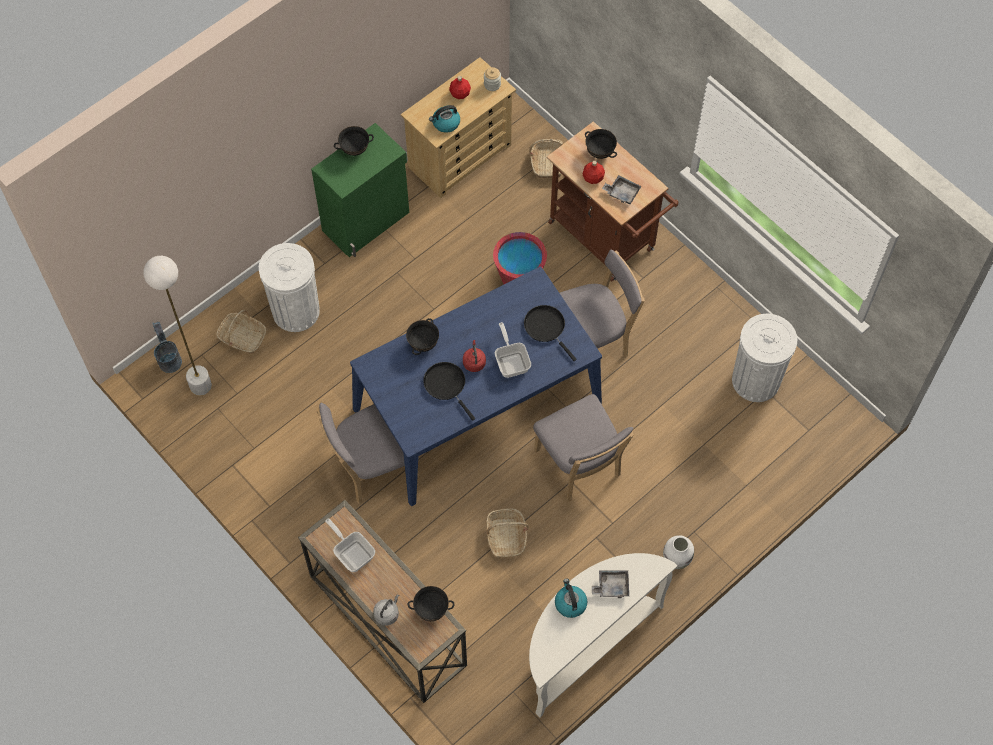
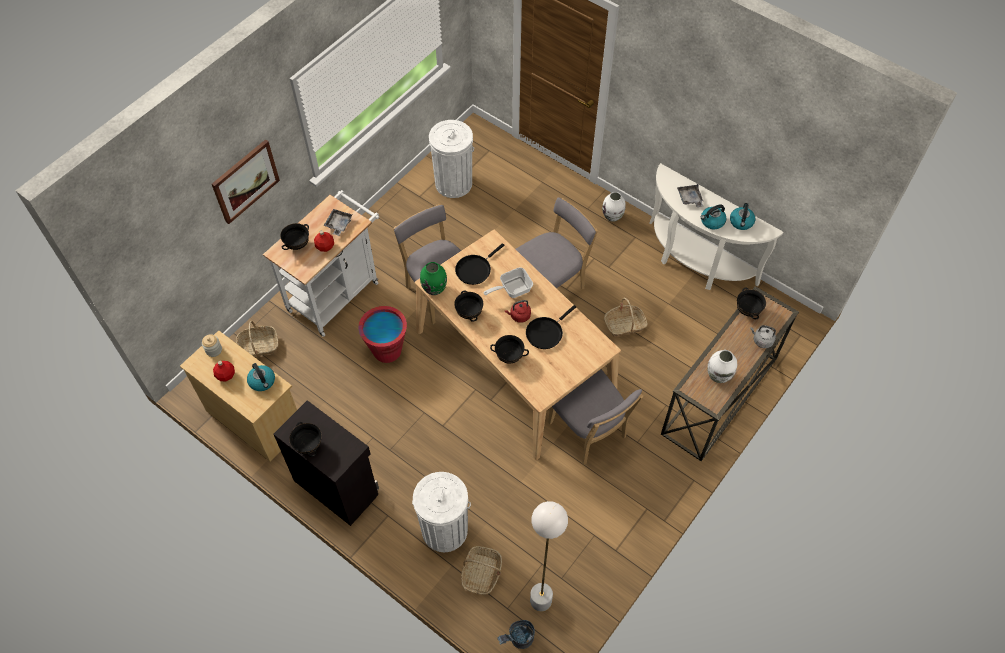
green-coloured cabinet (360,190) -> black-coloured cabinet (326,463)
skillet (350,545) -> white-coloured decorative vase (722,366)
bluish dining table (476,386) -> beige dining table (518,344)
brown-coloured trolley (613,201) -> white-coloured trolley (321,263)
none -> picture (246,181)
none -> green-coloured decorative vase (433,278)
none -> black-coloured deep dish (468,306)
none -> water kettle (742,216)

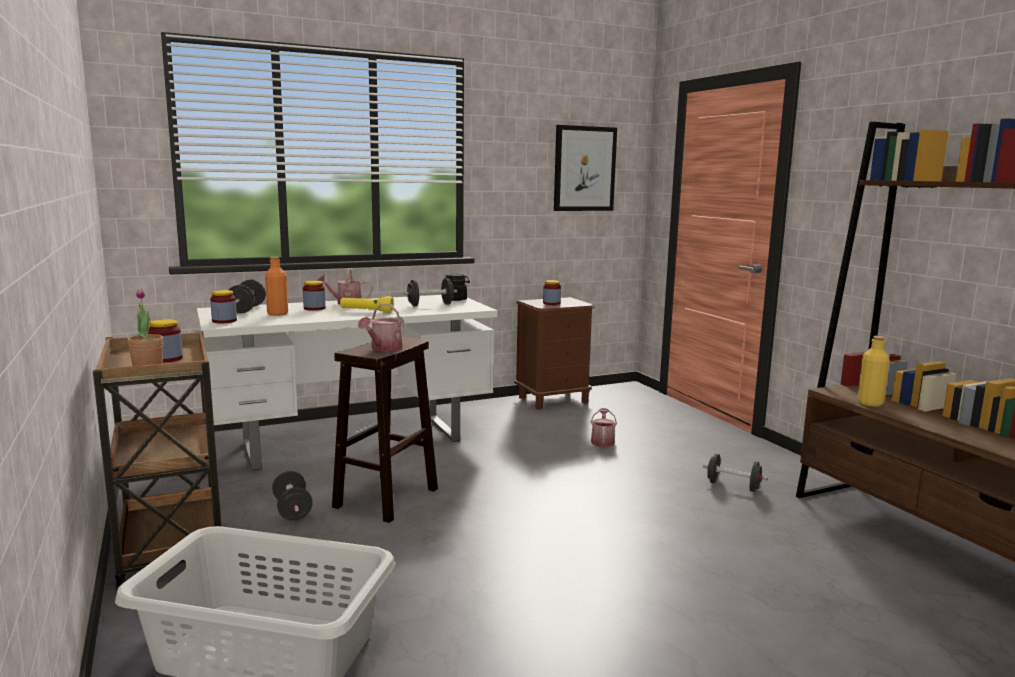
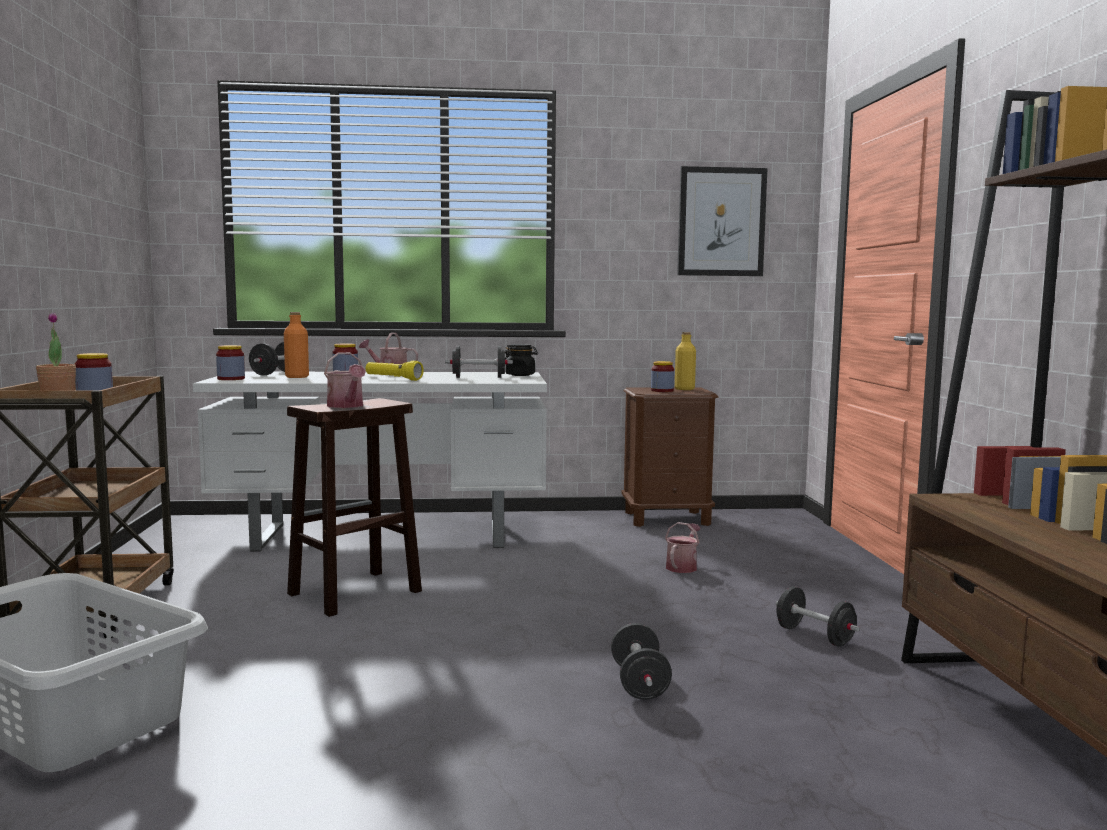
black-coloured free weight (292,496) -> black-coloured free weight (641,661), move
watering pot (381,327) -> watering pot (345,380), 75 degrees counterclockwise
yellow beverage bottle (873,371) -> yellow beverage bottle (685,361), move

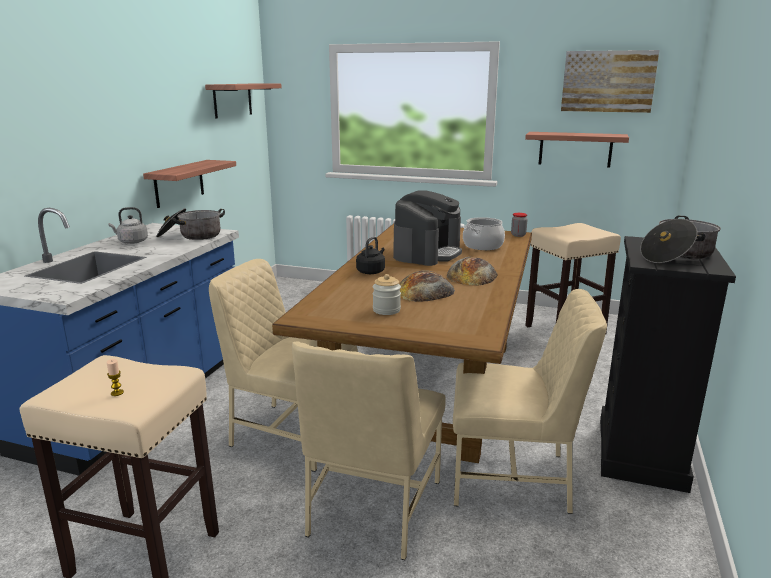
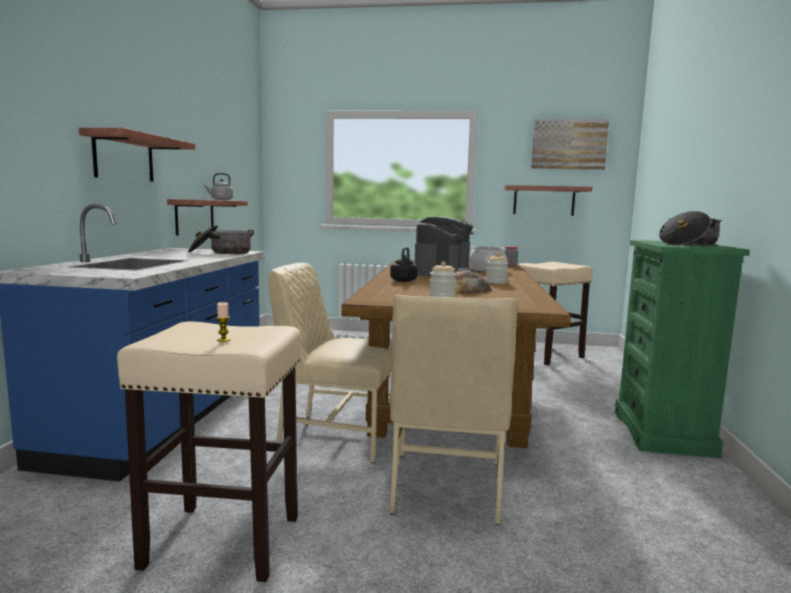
greyish water kettle (128,225) -> greyish water kettle (218,186), move
shelf (243,100) -> shelf (137,155), move
bakery bread (472,271) -> storage jar (497,268)
beige chair (530,401) -> none
black-coloured drawer chest (668,364) -> green-coloured drawer chest (682,349)

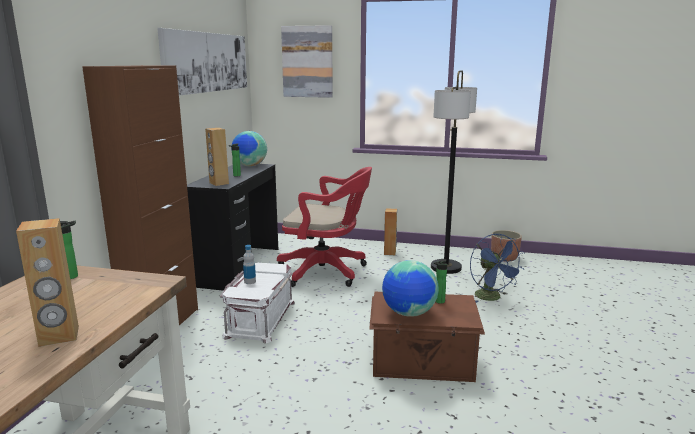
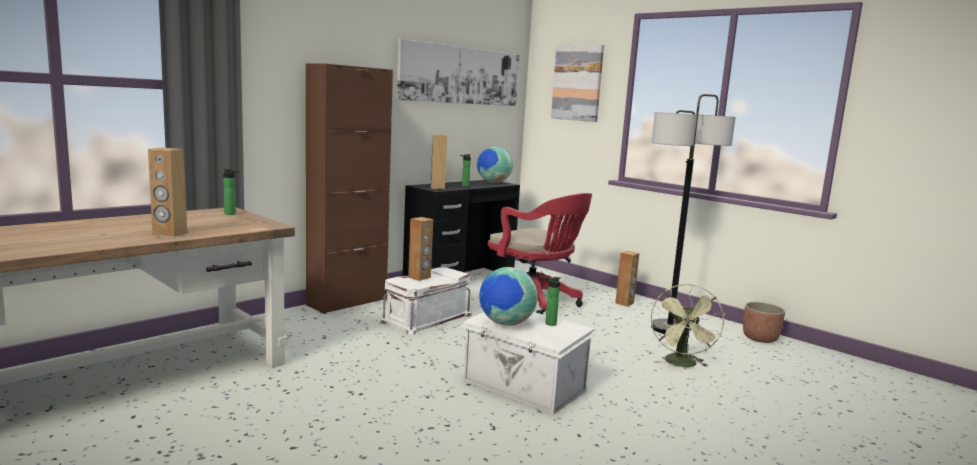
beverage bottle (249,264) -> brown-coloured audio speaker (420,249)
brown-coloured storage container (427,336) -> white-coloured storage container (527,363)
bluish fan (497,268) -> green-coloured fan (688,325)

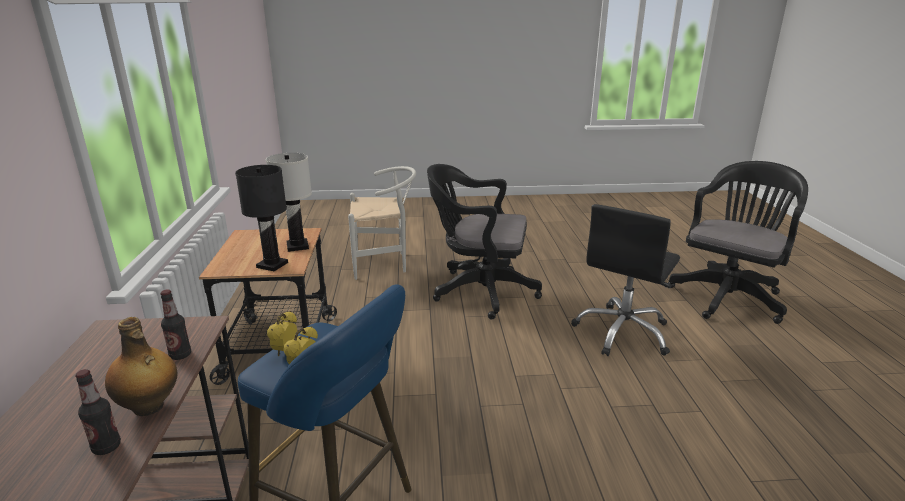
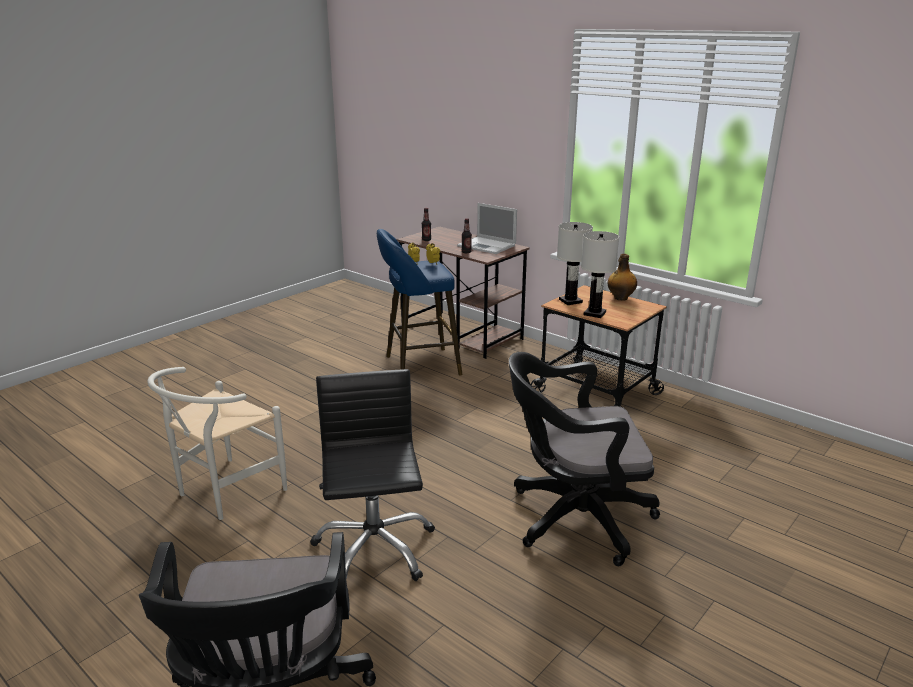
beverage bottle (141,366) -> beverage bottle (622,277), move
black-coloured table lamp (261,218) -> white-coloured table lamp (575,263)
white-coloured chair (382,223) -> white-coloured chair (217,443), move
black-coloured desk chair (484,241) -> black-coloured desk chair (584,459), 150 degrees counterclockwise
none -> laptop (487,228)

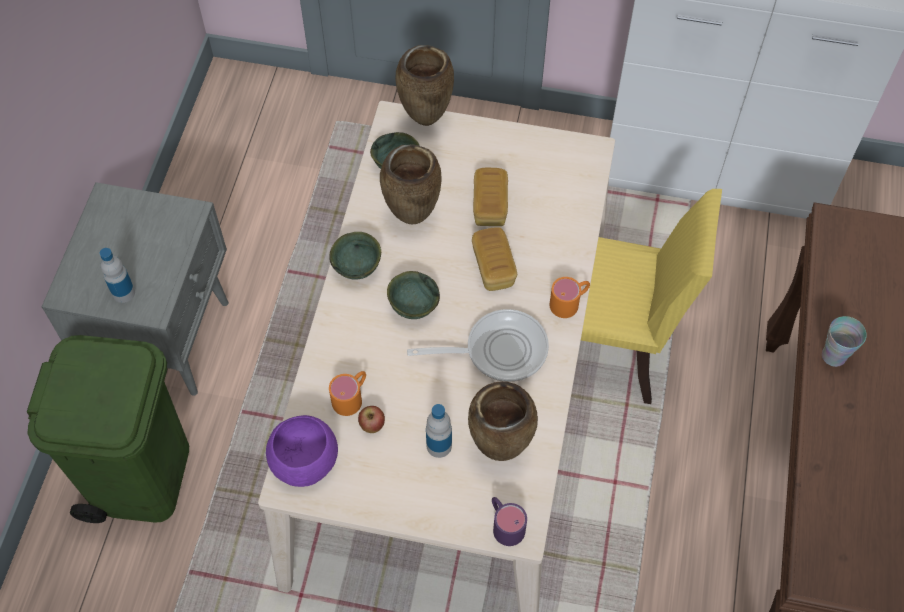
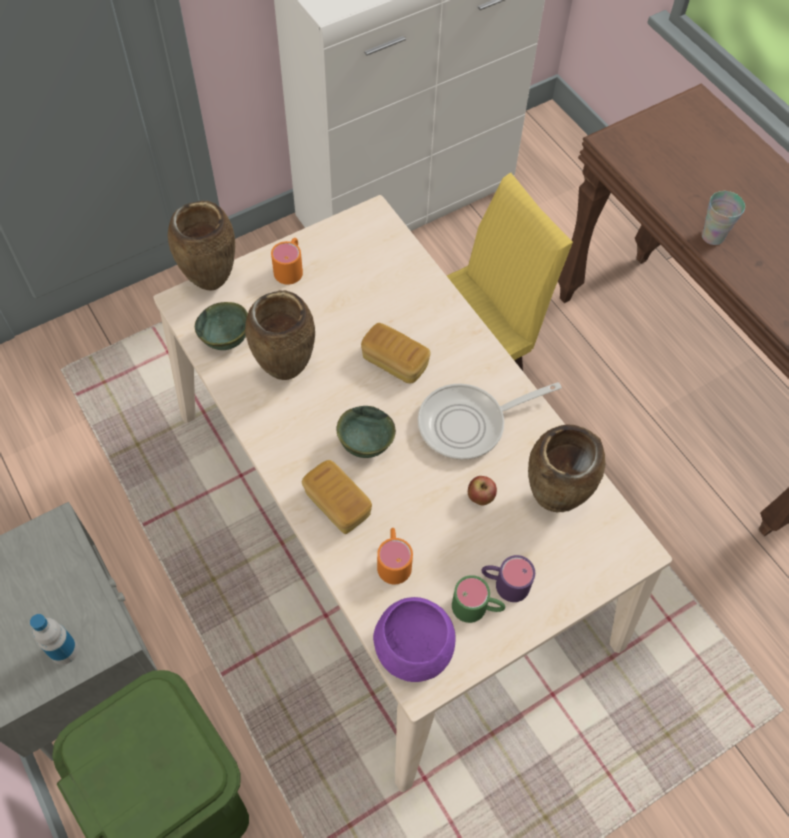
green-coloured deep dish (355,256) -> none
whole apple (371,419) -> whole apple (482,490), move
skillet (478,345) -> skillet (490,421), 150 degrees counterclockwise
beverage bottle (439,431) -> none
bakery bread (490,197) -> bakery bread (337,497), move
purple mug (509,521) -> purple mug (508,578), move
orange mug (569,297) -> orange mug (287,261), move
none -> green-coloured mug (478,599)

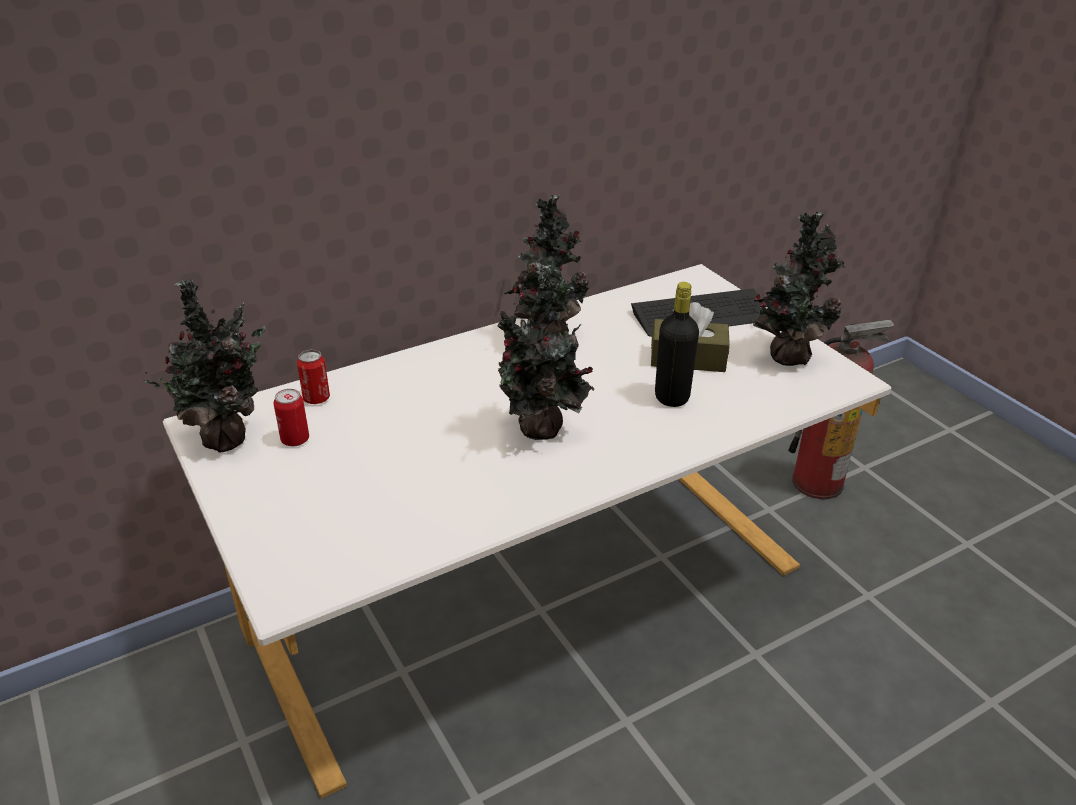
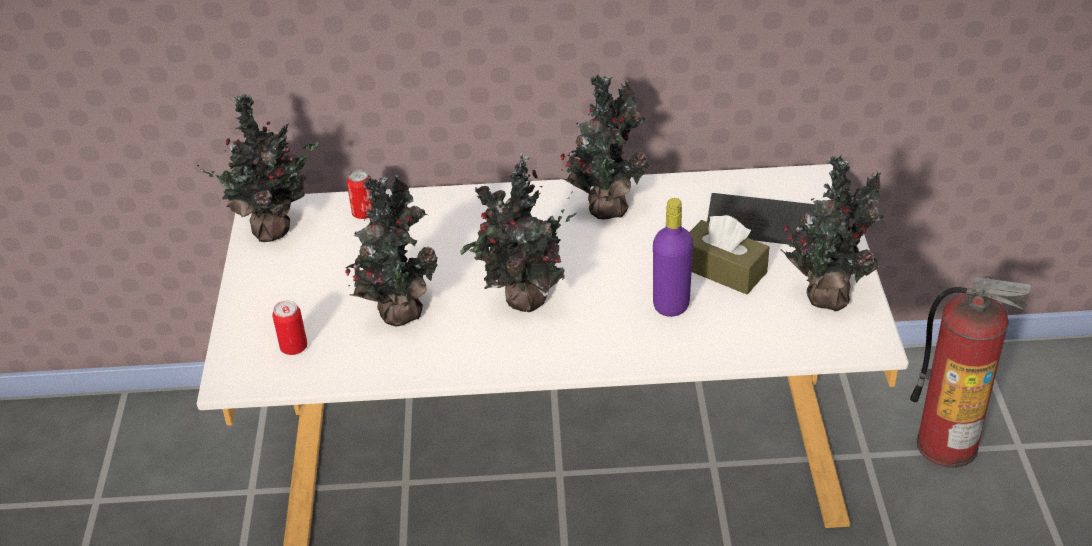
metal can (291,417) -> metal can (289,327), move
black-coloured beverage bottle (677,344) -> purple beverage bottle (673,257)
none -> potted plant (391,251)

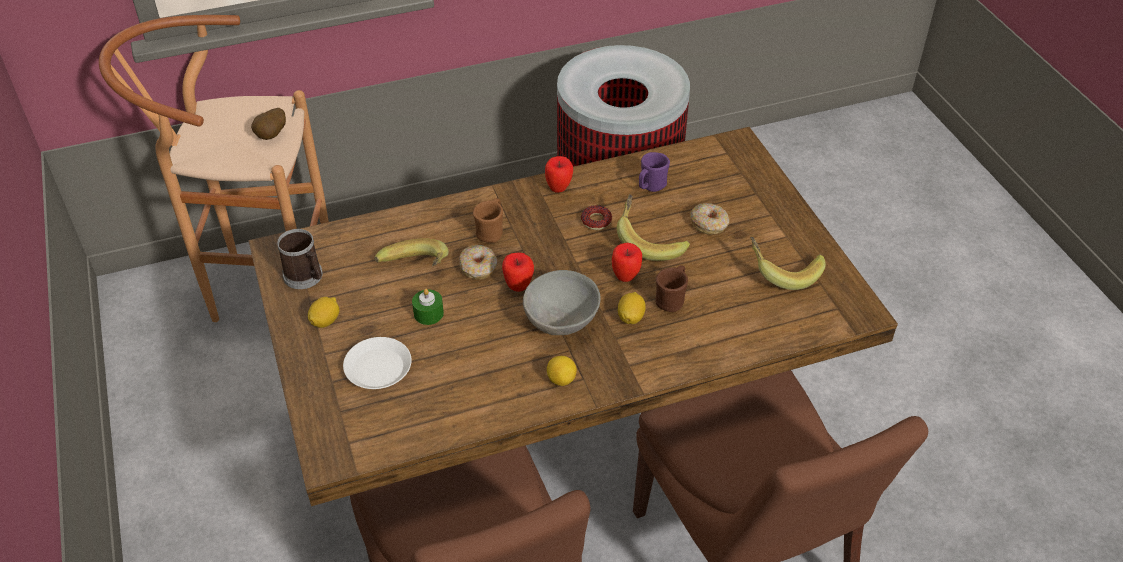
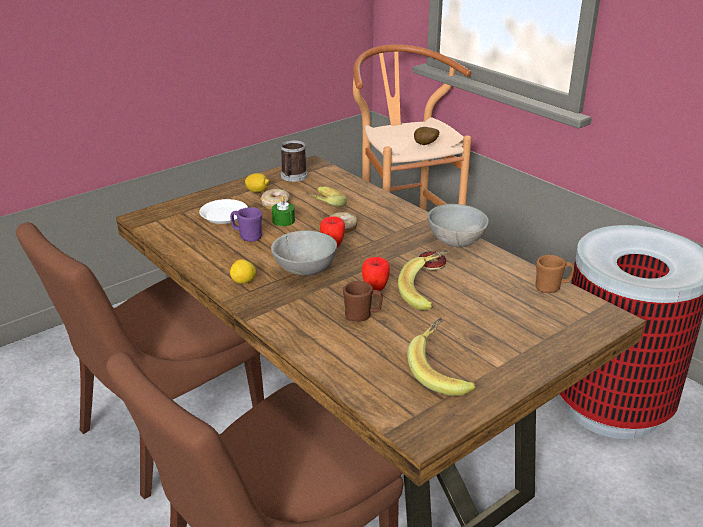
brown-coloured mug (488,220) -> brown-coloured mug (554,274), move
whole apple (559,174) -> greyish deep dish (458,225)
citrus fruit (632,308) -> none
purple mug (654,172) -> purple mug (246,224), move
doughnut (709,219) -> doughnut (275,199), move

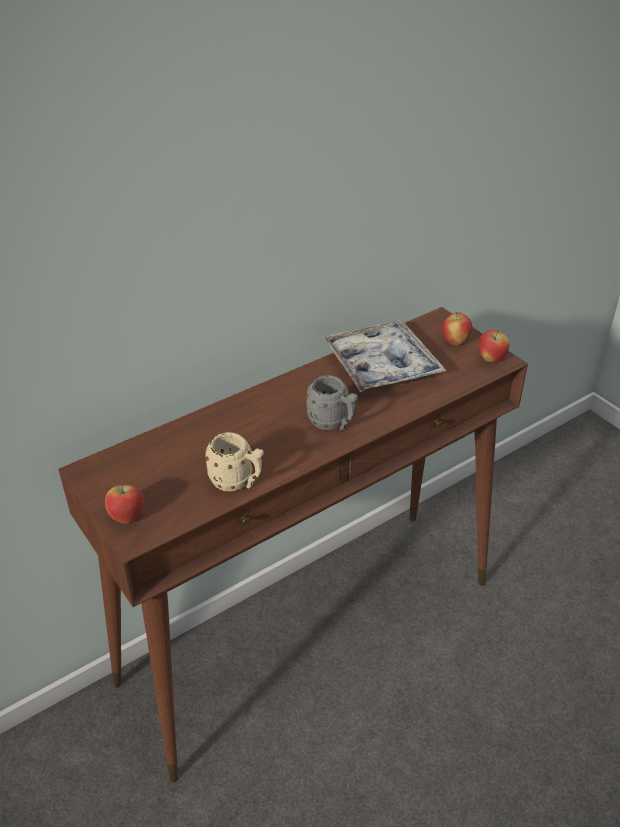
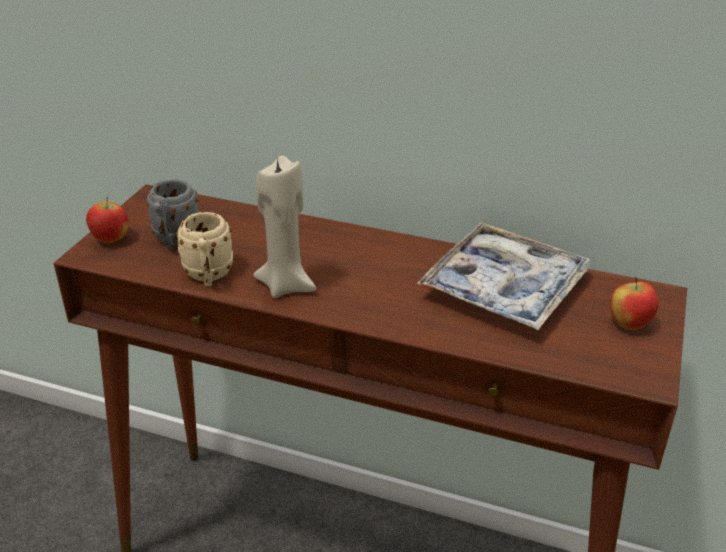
greyish mug (332,403) -> greyish mug (172,214), move
whole apple (494,346) -> none
none -> beige wax candle (284,227)

